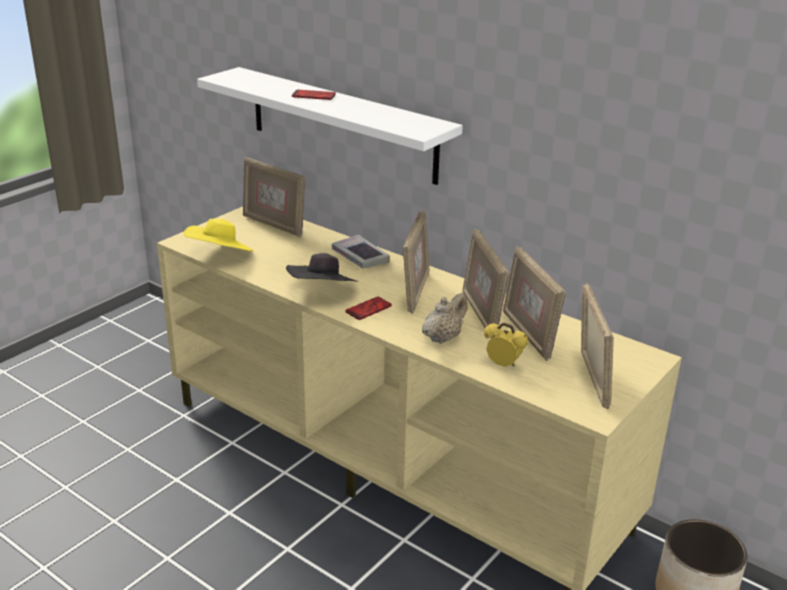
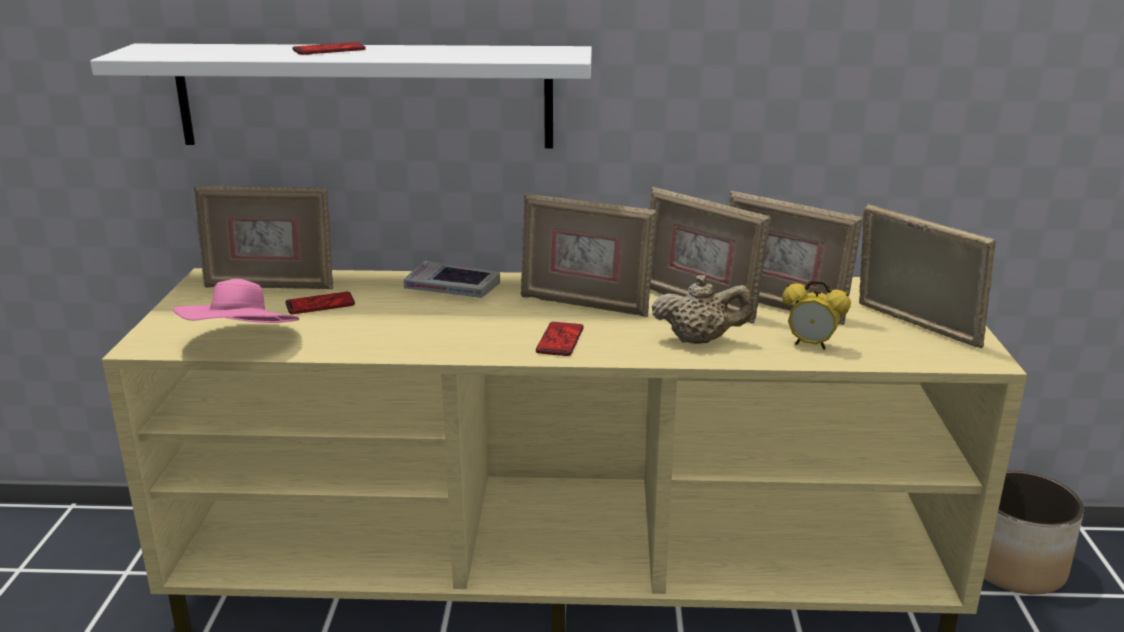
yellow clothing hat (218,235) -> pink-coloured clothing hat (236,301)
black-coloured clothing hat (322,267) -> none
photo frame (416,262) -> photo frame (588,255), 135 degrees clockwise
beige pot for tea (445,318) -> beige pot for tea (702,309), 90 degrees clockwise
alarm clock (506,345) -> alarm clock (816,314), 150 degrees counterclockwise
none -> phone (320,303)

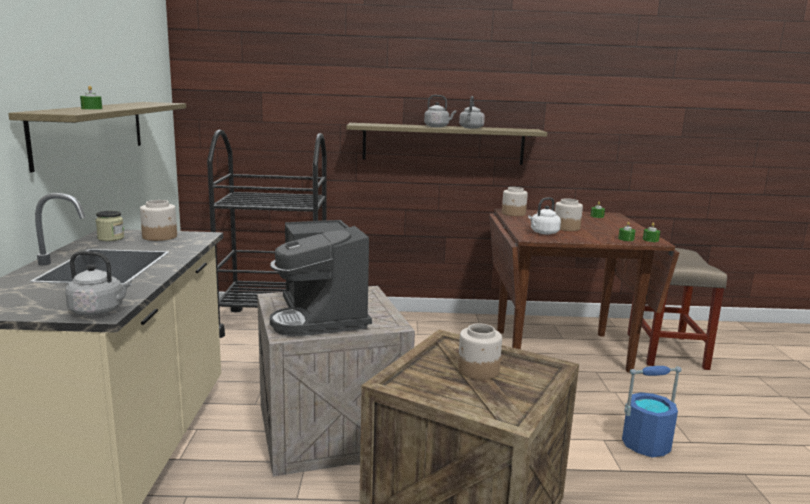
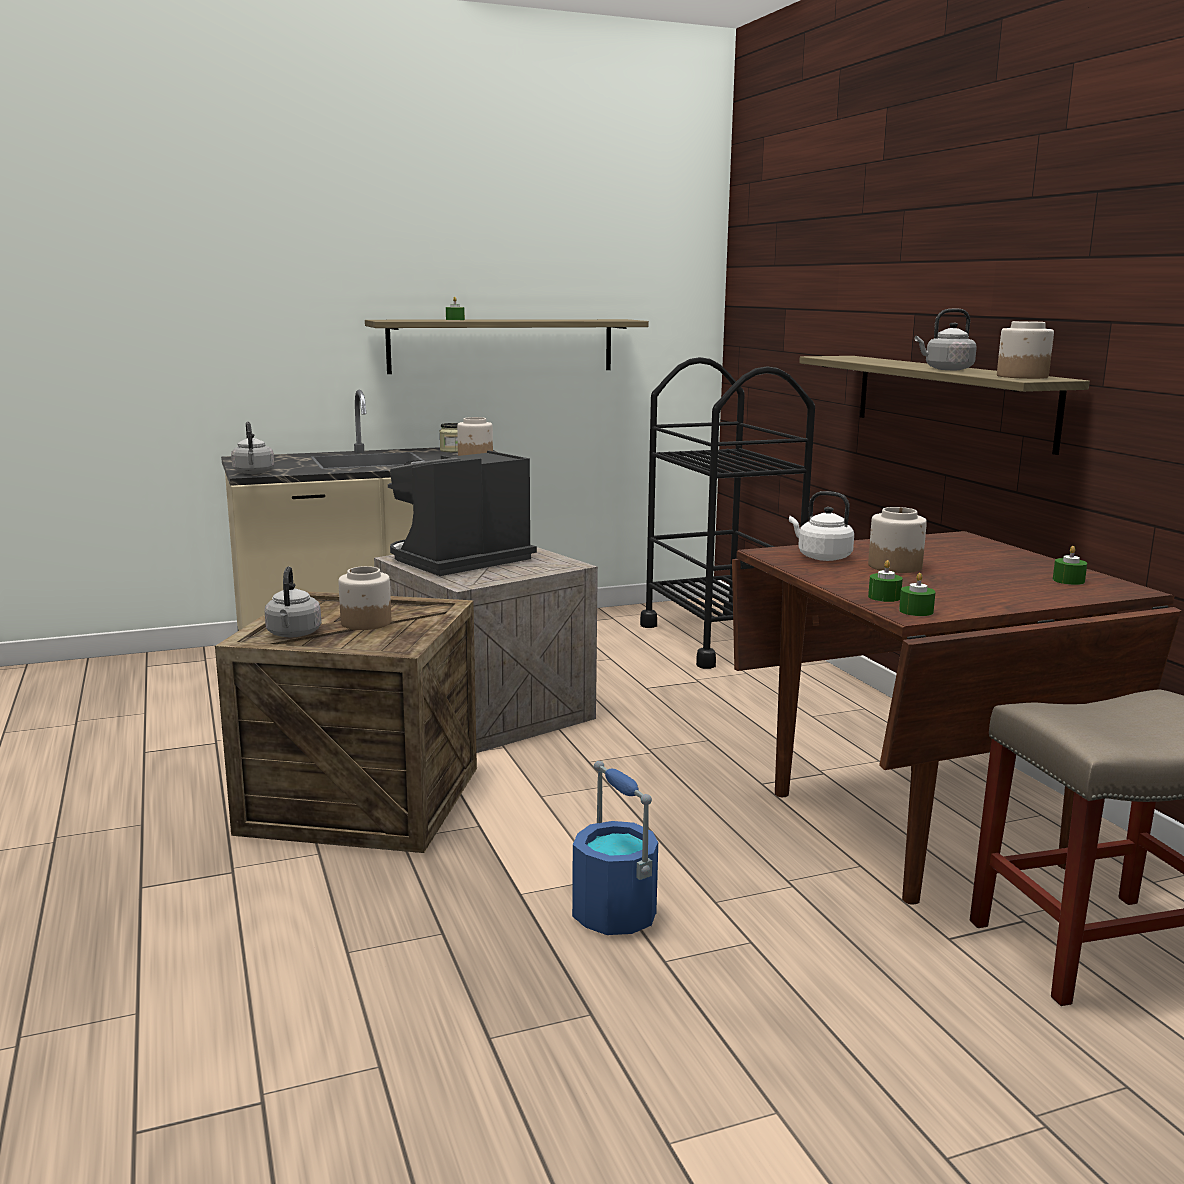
greyish water kettle (440,111) -> greyish water kettle (293,602), move
storage jar (515,201) -> storage jar (1025,350), move

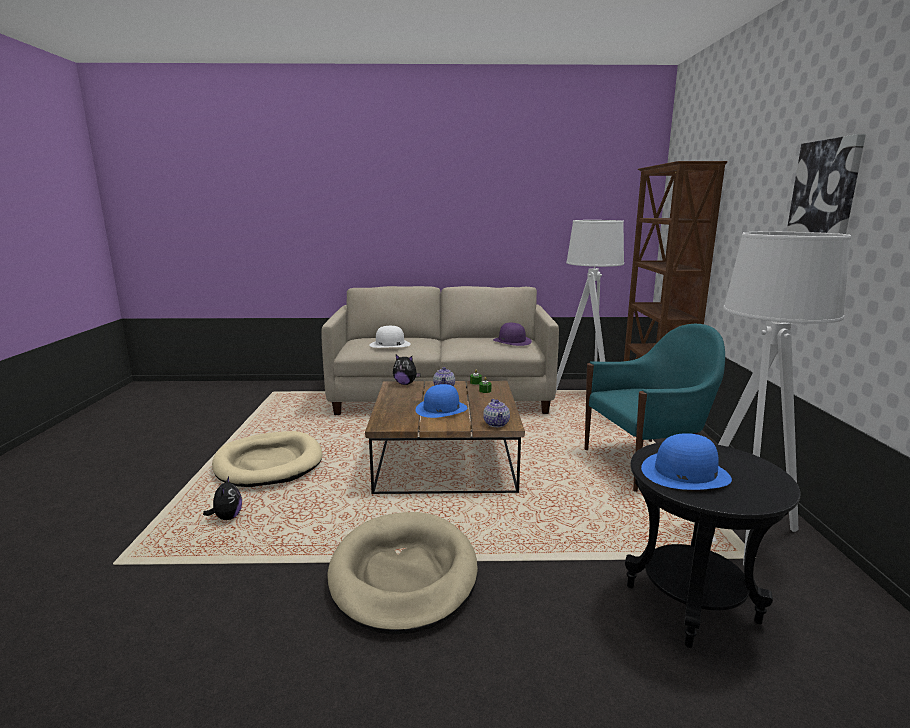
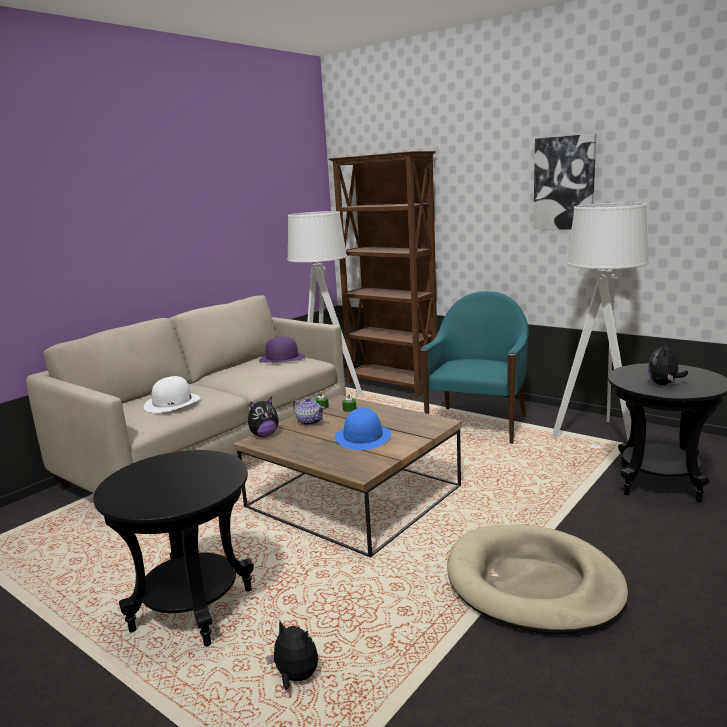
beige pet bed (267,459) -> black-coloured end table (173,548)
pot for tea (496,413) -> none
bluish clothing hat (686,461) -> cuddly toy (668,362)

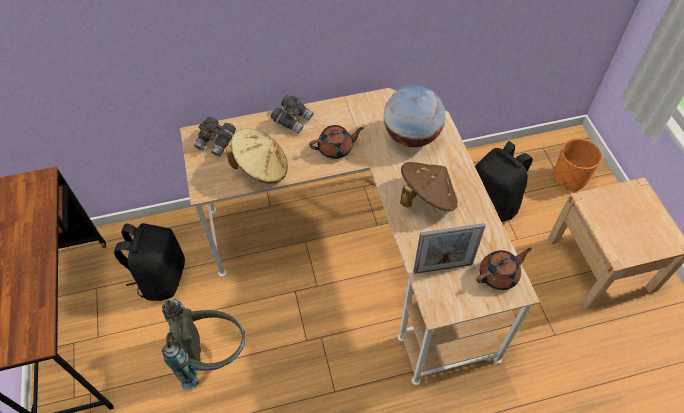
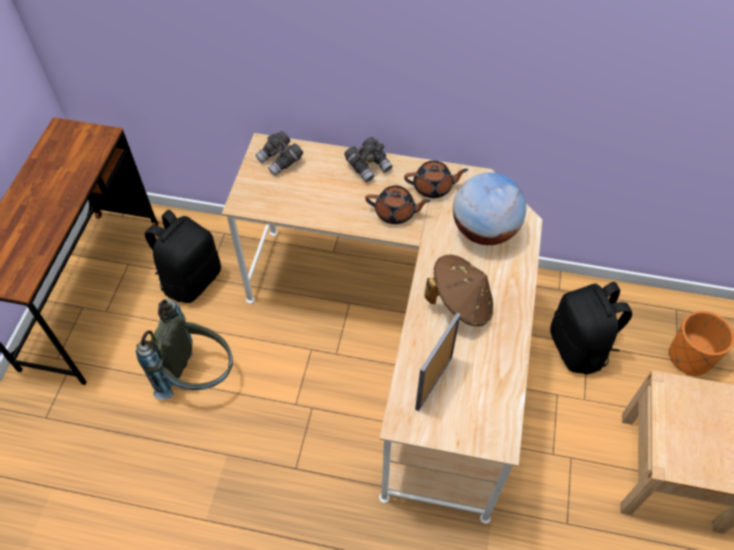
beige clothing hat (256,156) -> none
photo frame (449,248) -> photo frame (438,361), 105 degrees clockwise
brown-coloured pot for tea (504,269) -> brown-coloured pot for tea (436,179), move

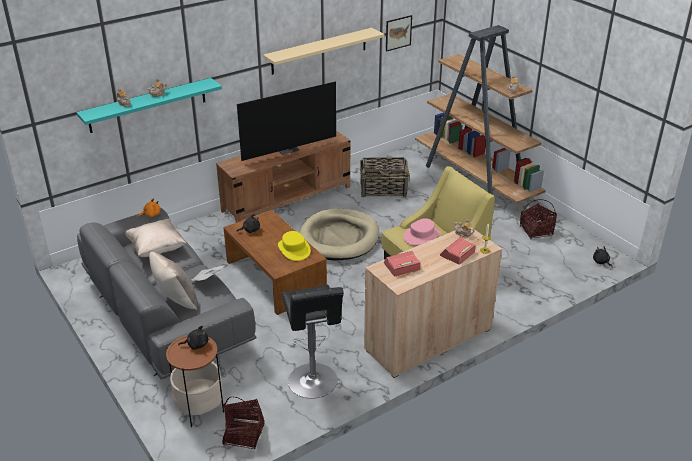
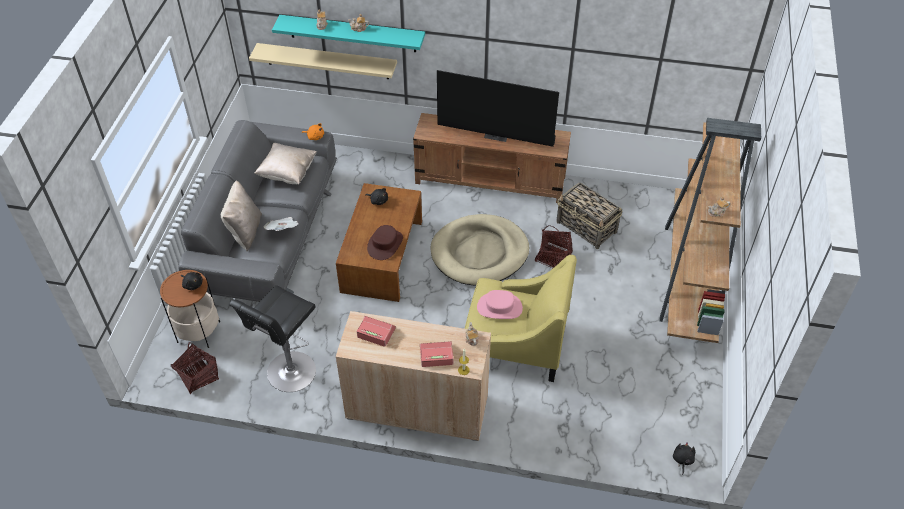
beige shelf (323,51) -> beige shelf (323,61), move
yellow clothing hat (294,246) -> brown-coloured clothing hat (385,242)
picture (399,33) -> none
basket (538,219) -> basket (553,246), move

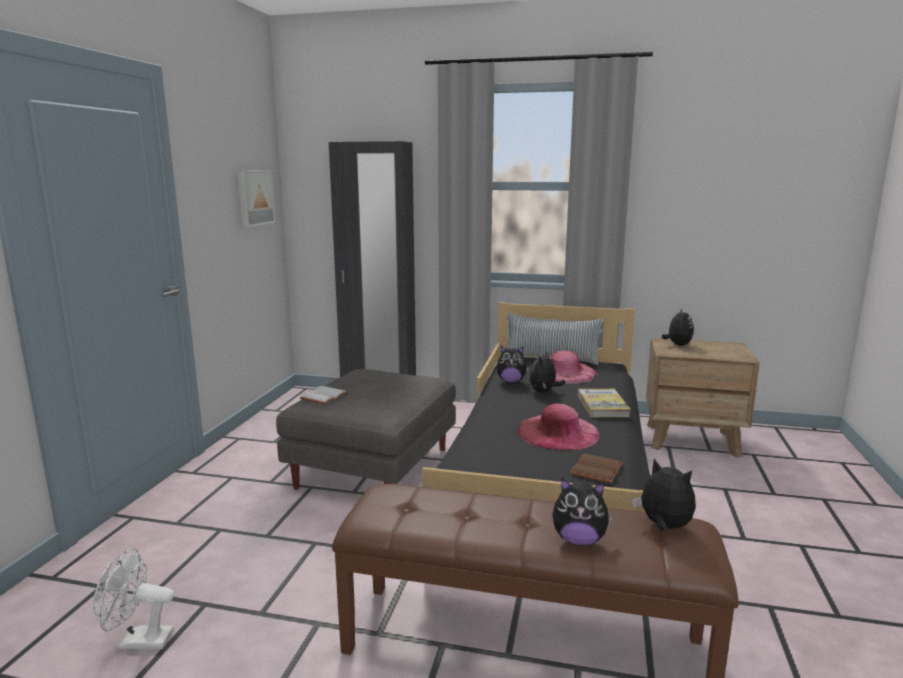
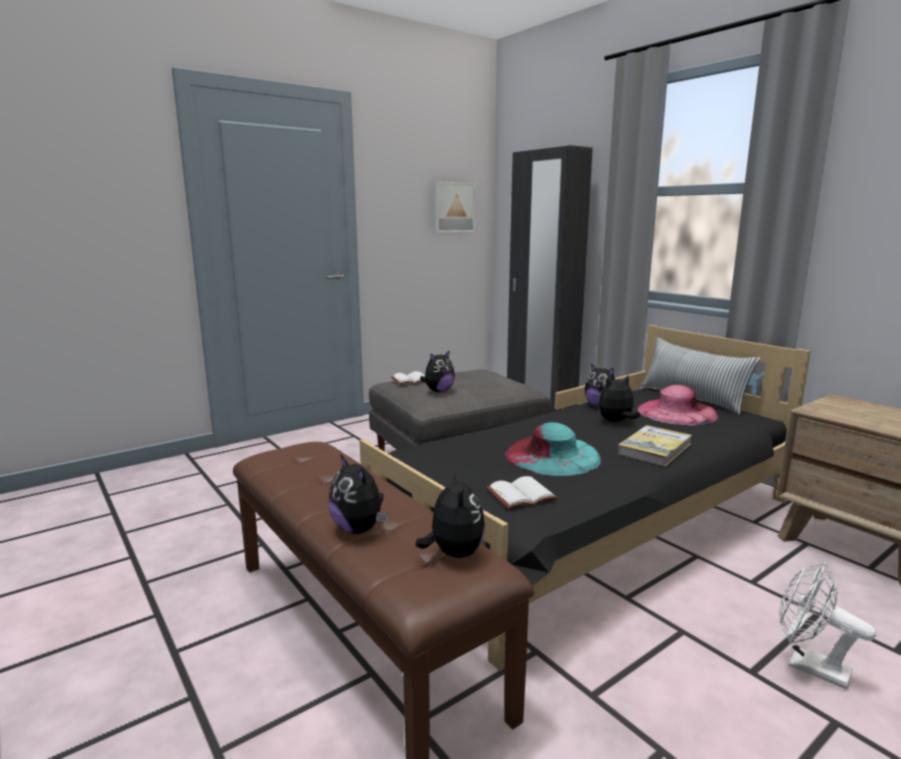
white-coloured fan (133,598) -> white-coloured fan (827,626), move
pink-coloured clothing hat (558,427) -> blue-green clothing hat (553,449)
brown-coloured volume (596,468) -> white-coloured volume (522,492)
cuddly toy (678,327) -> cuddly toy (437,371), move

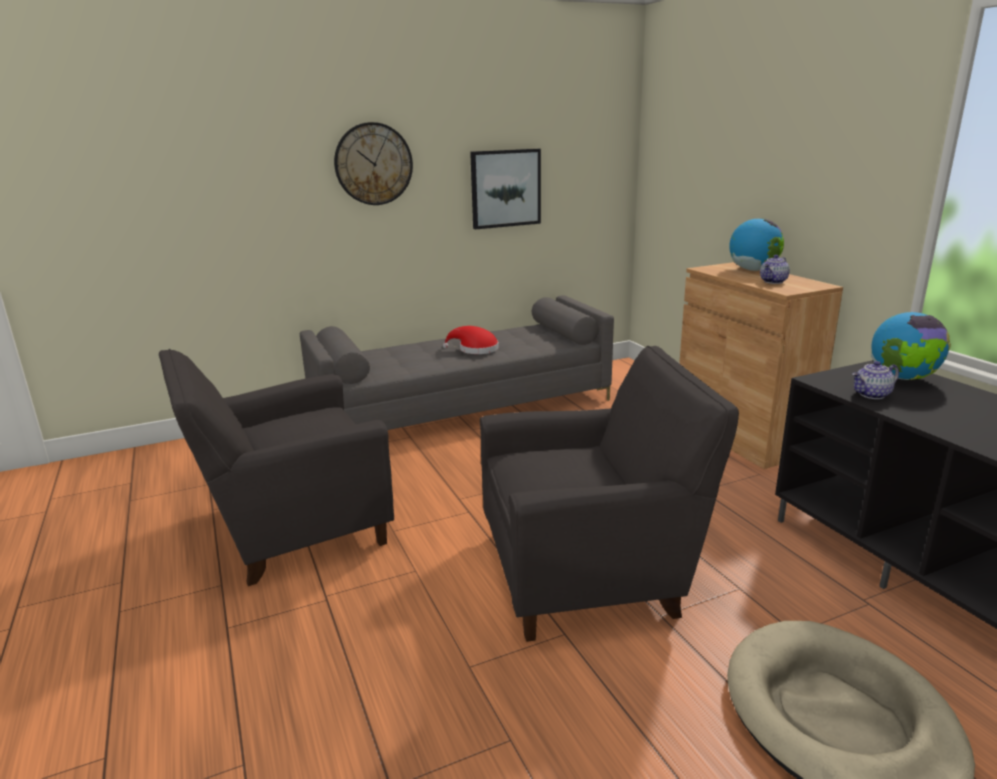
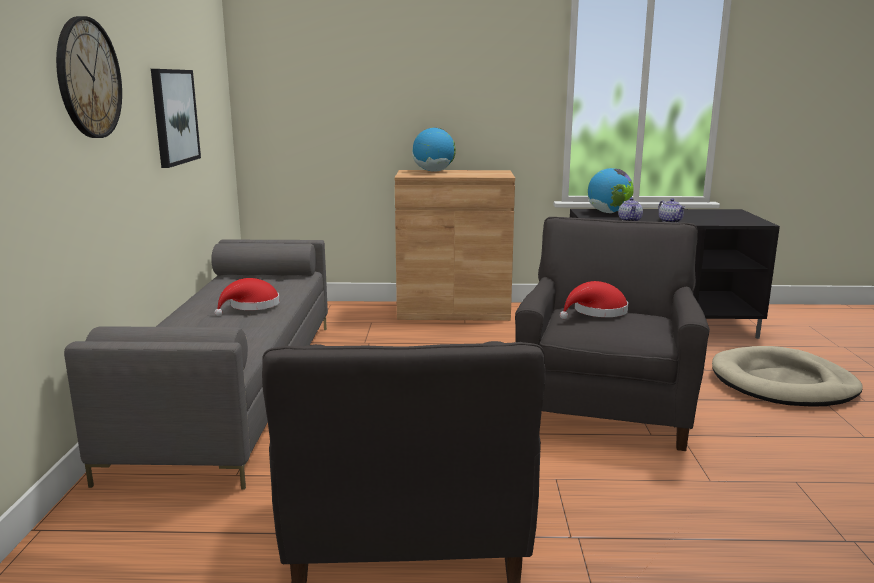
pot for tea (775,269) -> pot for tea (671,210), move
none -> red-coloured clothing hat (594,300)

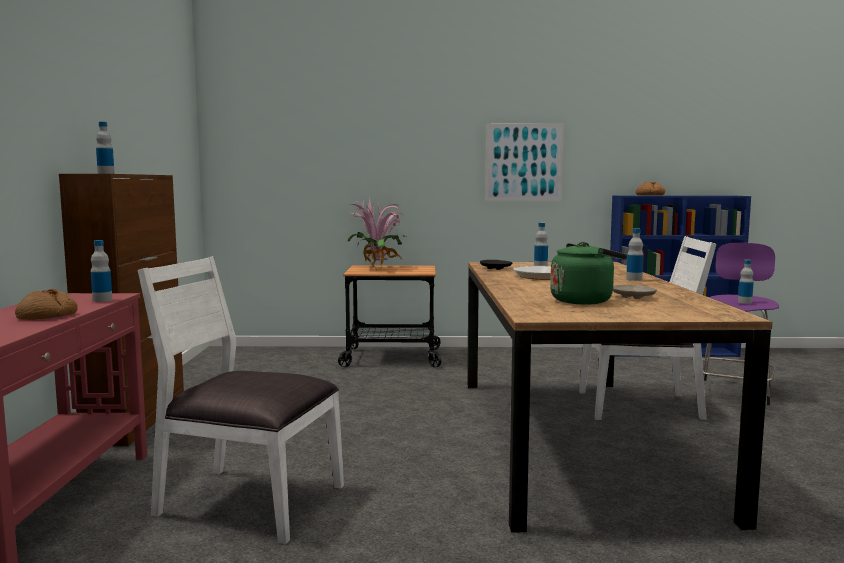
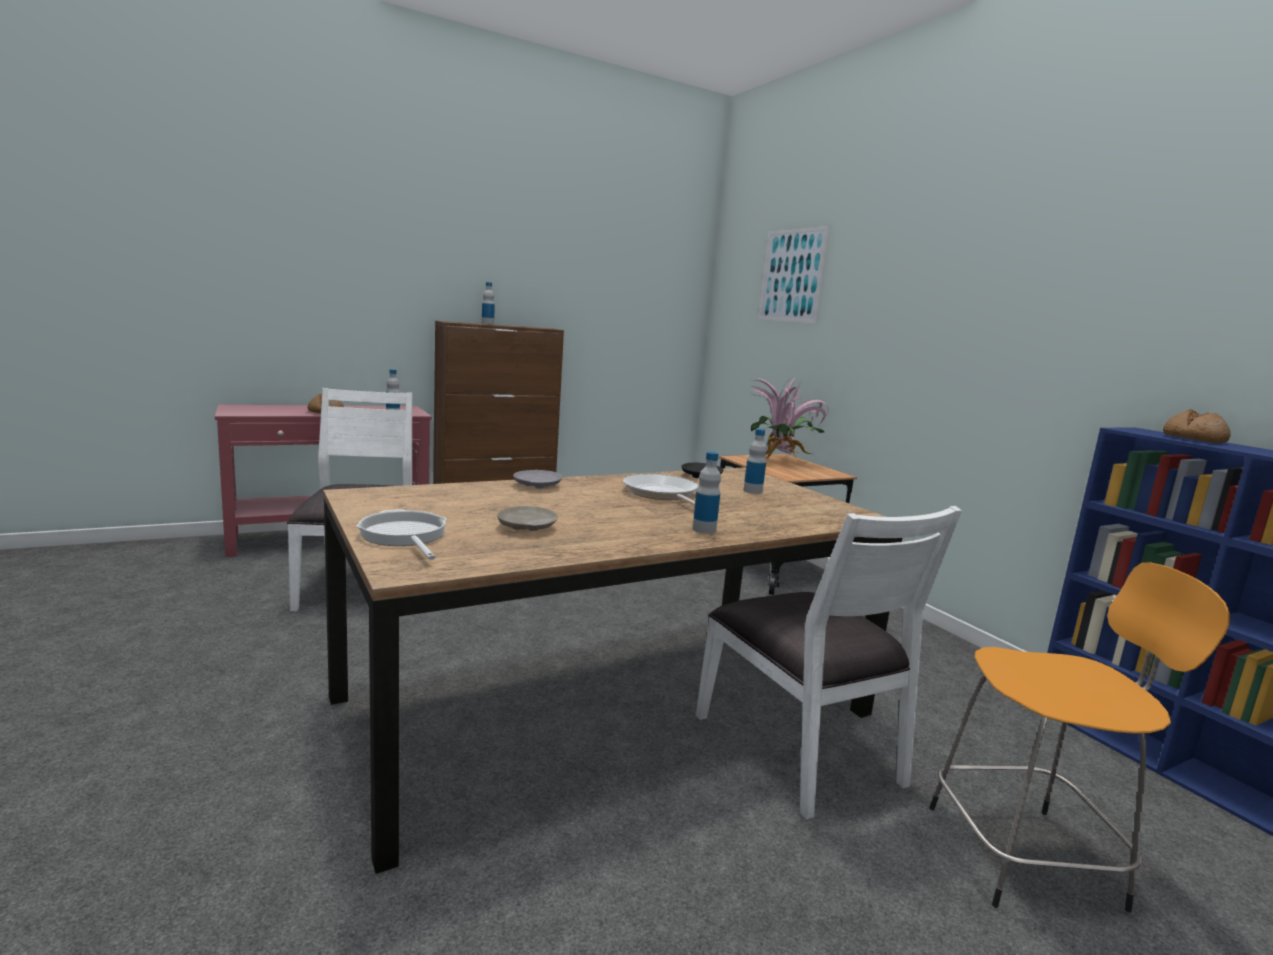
picture (524,162) -> picture (794,275), move
green-coloured water kettle (588,273) -> none
purple sitting stool (740,324) -> orange sitting stool (1079,737)
beverage bottle (745,282) -> none
none -> skillet (401,534)
none -> greyish plate (537,479)

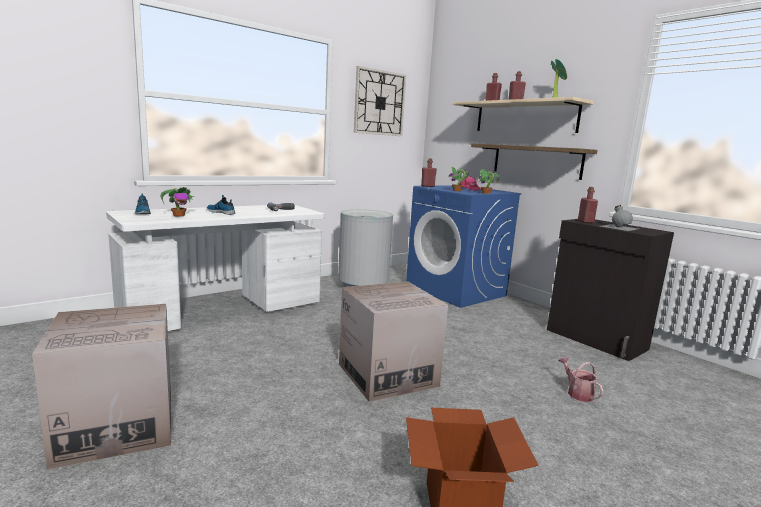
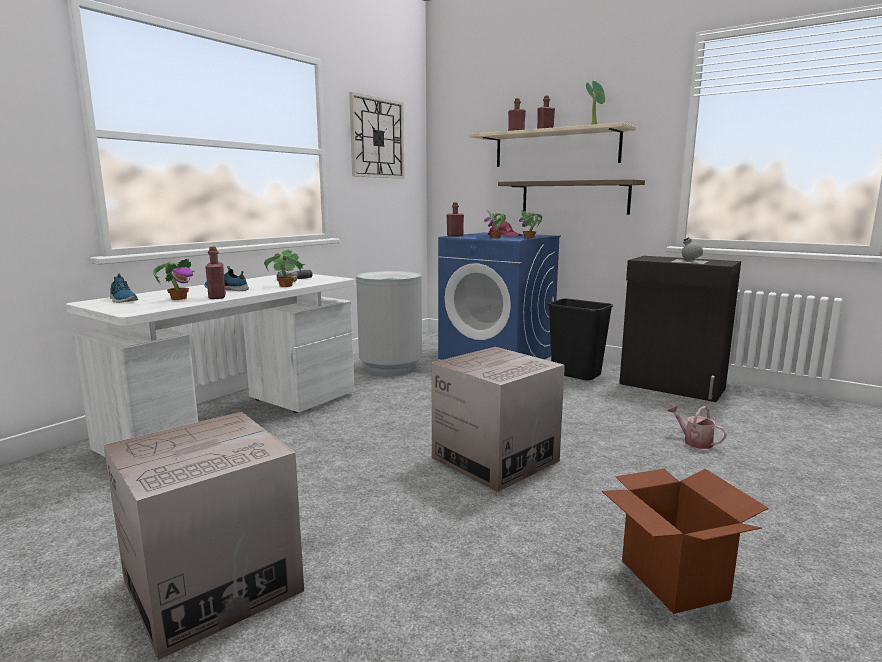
red-coloured beverage bottle (588,205) -> red-coloured beverage bottle (215,273), move
none -> potted plant (284,268)
none -> black-coloured rubbish bin (580,339)

